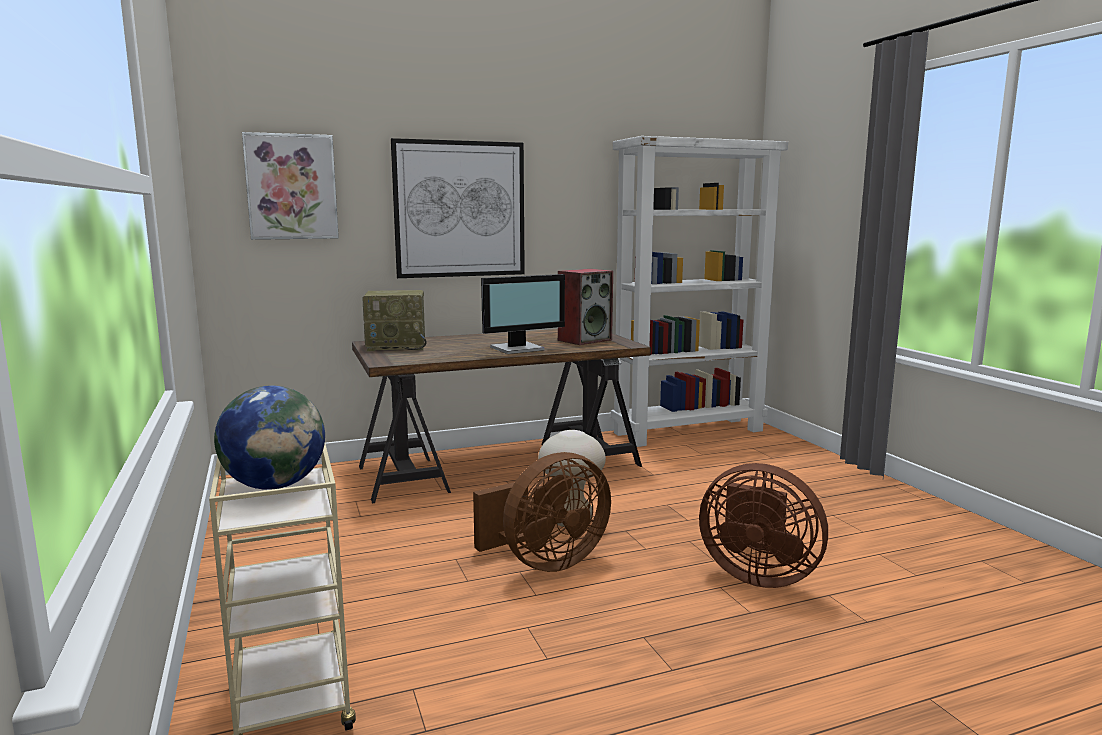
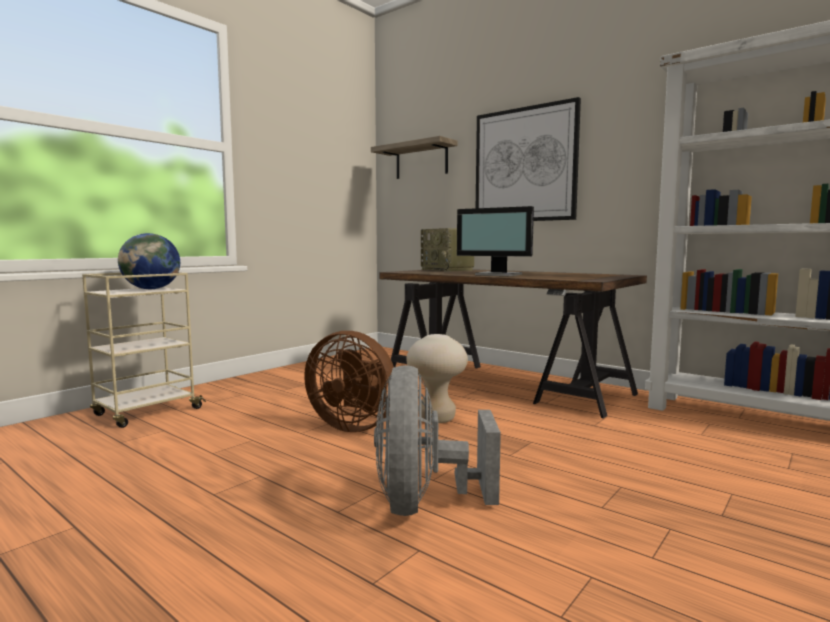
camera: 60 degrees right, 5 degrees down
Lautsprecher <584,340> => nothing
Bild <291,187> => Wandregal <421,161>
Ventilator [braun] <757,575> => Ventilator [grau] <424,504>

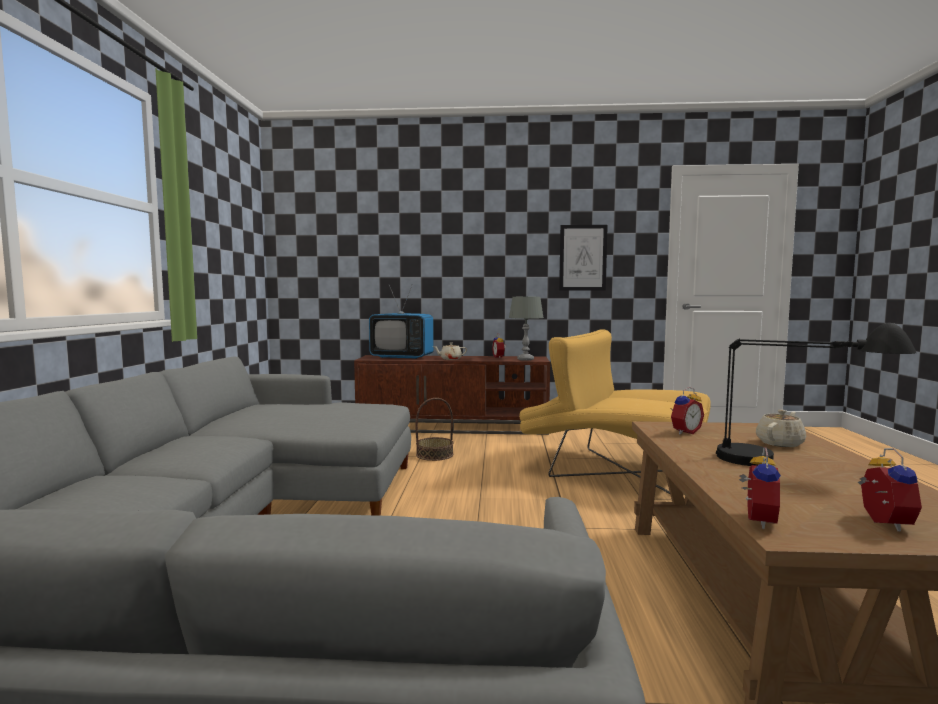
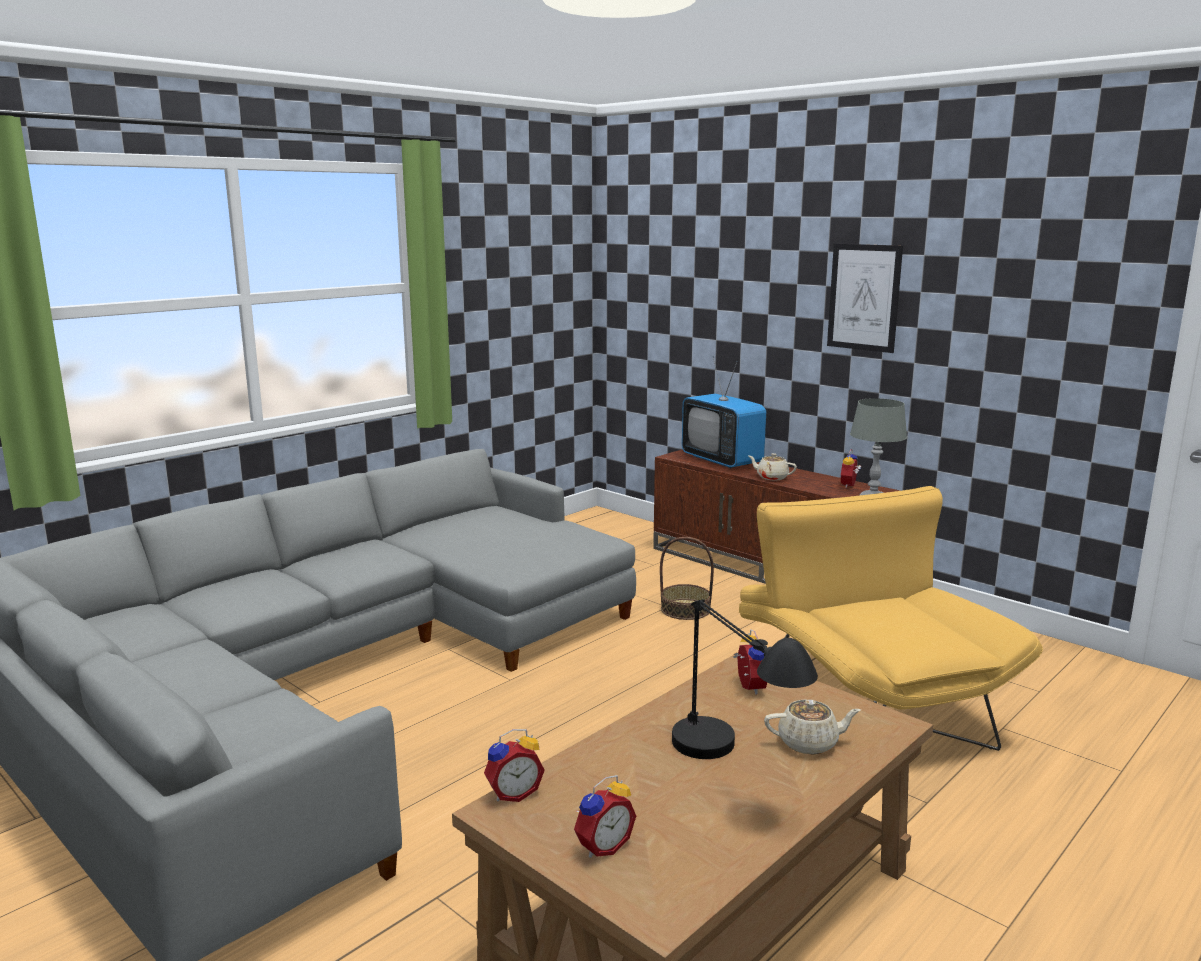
camera: 40 degrees right, 10 degrees up
Bild <583,257> => Bild <864,297>, relocated
Wecker <684,432> => Wecker <748,687>, 105 degrees counterclockwise

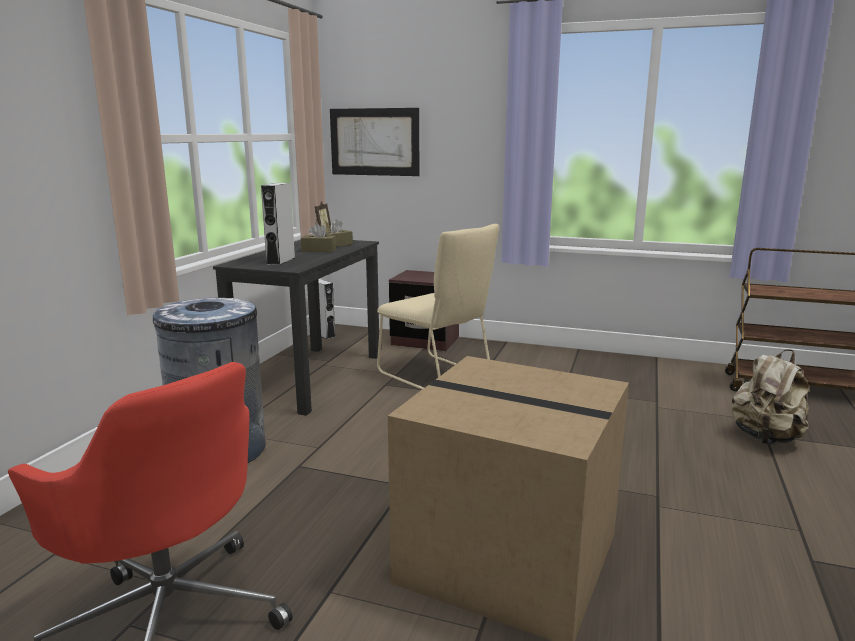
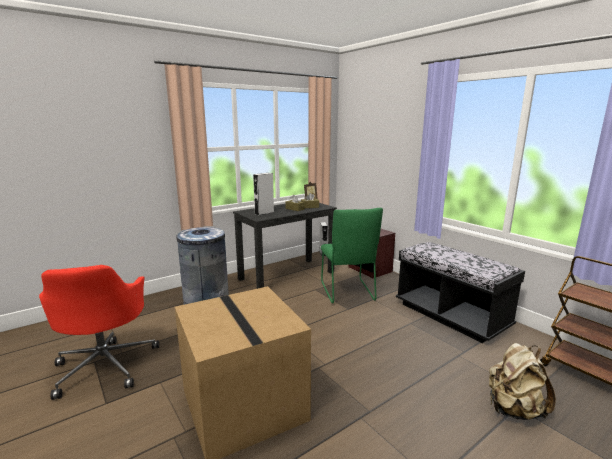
camera: 35 degrees right, 0 degrees up
Bild <374,142> => nothing
nothing => Bank [schwarz] <450,315>
Stuhl [beige] <437,376> => Stuhl [grün] <348,292>

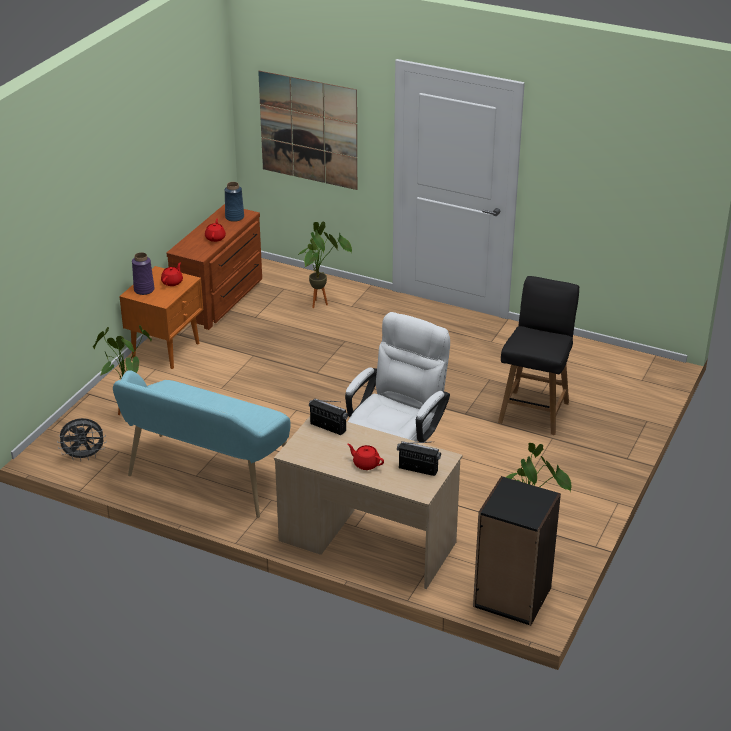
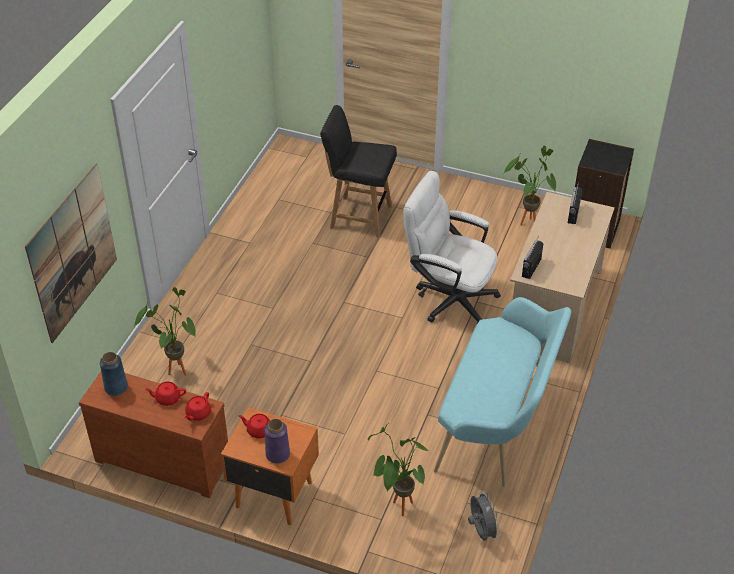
camera: 95 degrees left, 10 degrees up
Teekanne [rot] <366,464> => Teekanne [rot] <198,413>, relocated

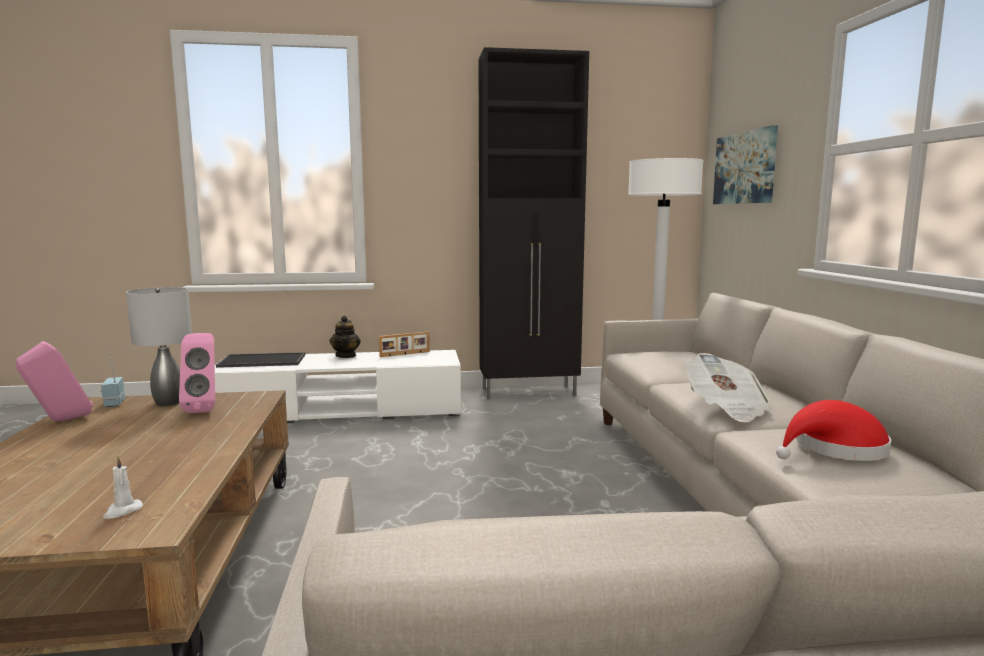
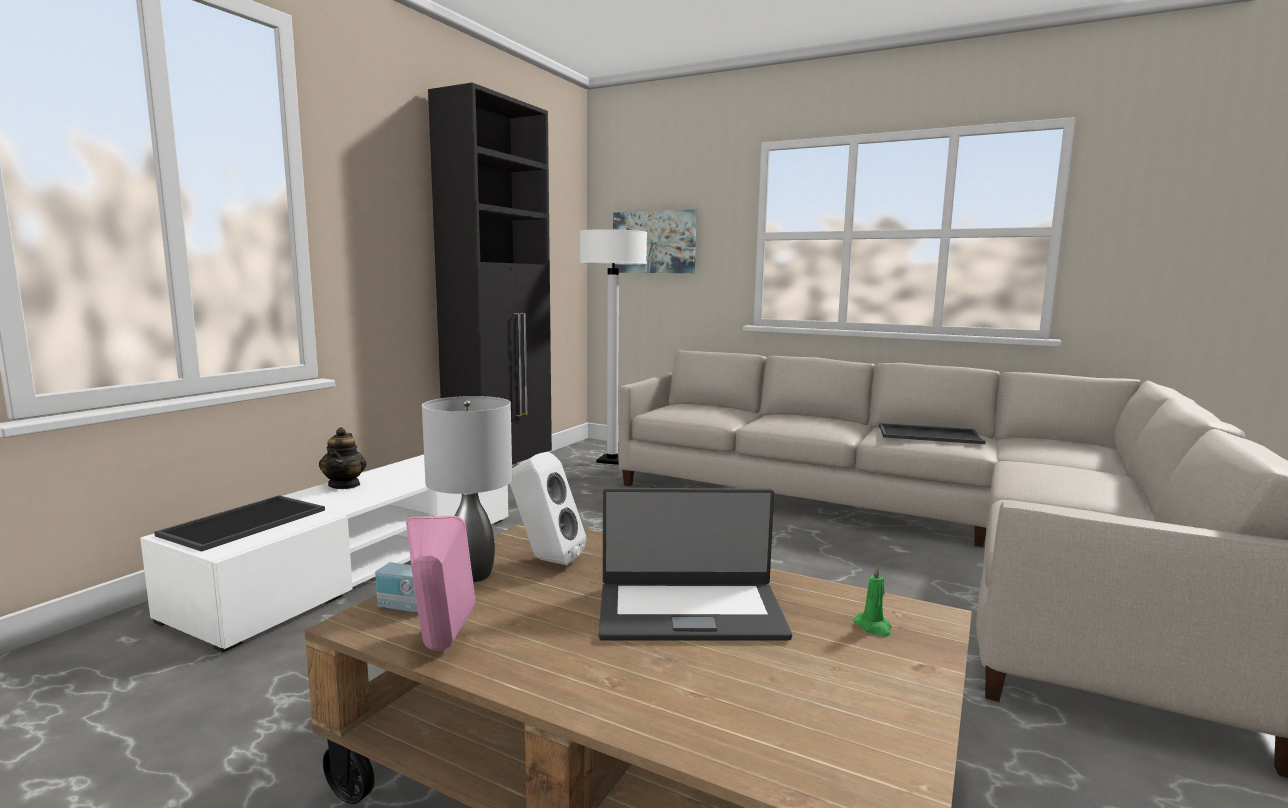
camera: 55 degrees left, 0 degrees up
Bilderrahmen <405,354> => nothing
Zeitung <726,409> => nothing
nothing => Laptop <690,611>
Hut [rot] <835,449> => Tablett <930,434>
Kerze [weiß] <122,511> => Kerze [grün] <873,627>
Lautsprecher [rosa] <204,409> => Lautsprecher [weiß] <545,560>
Teekanne <346,356> => Teekanne <345,485>, 45 degrees clockwise

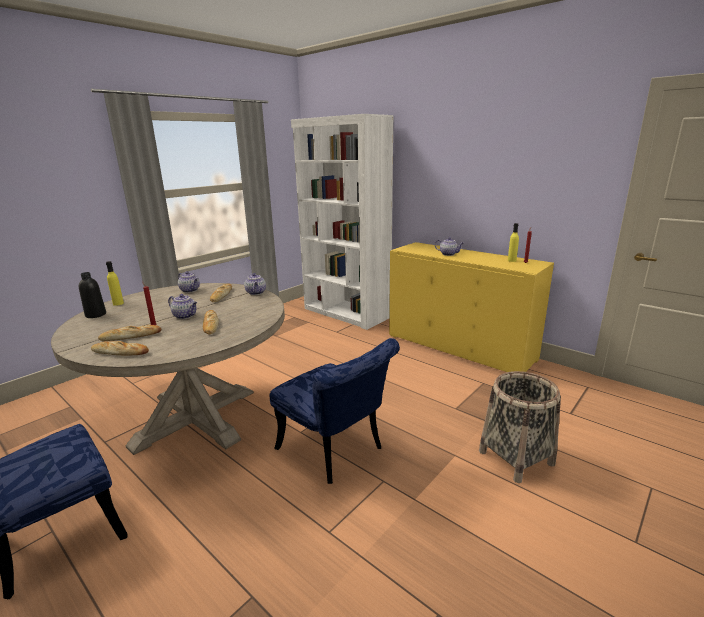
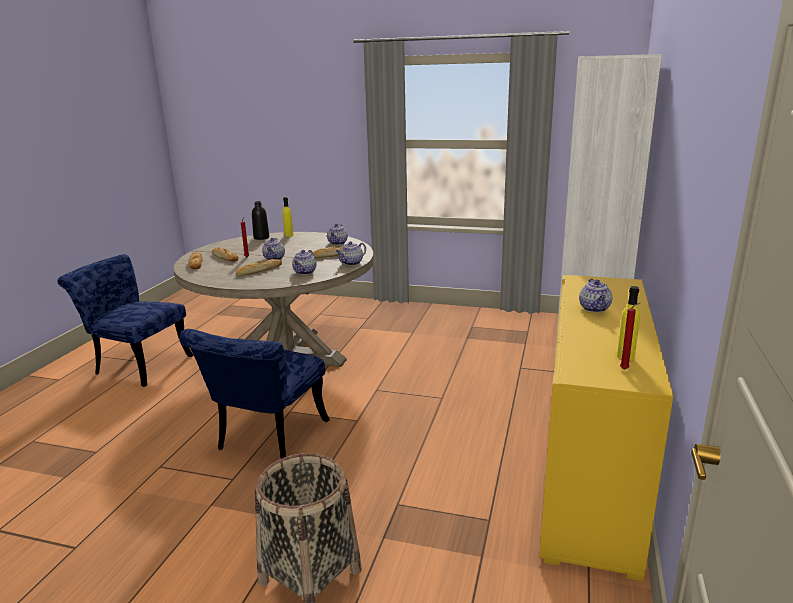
camera: 65 degrees right, 0 degrees up
nothing => Teekanne <305,272>

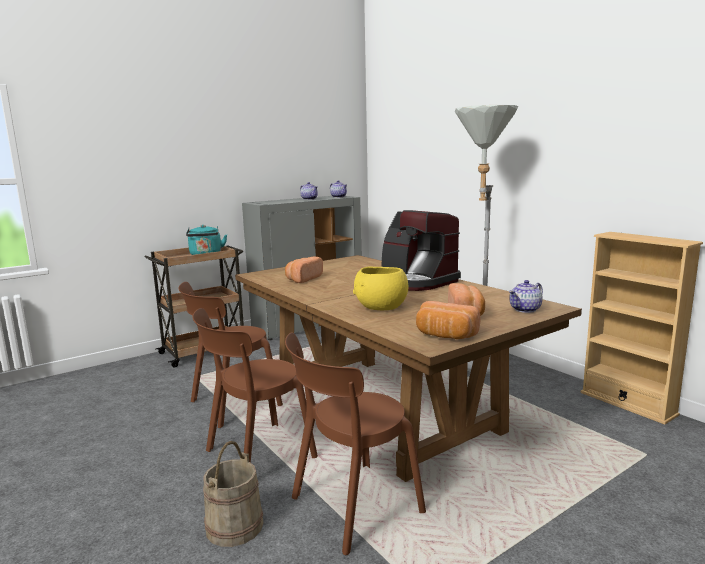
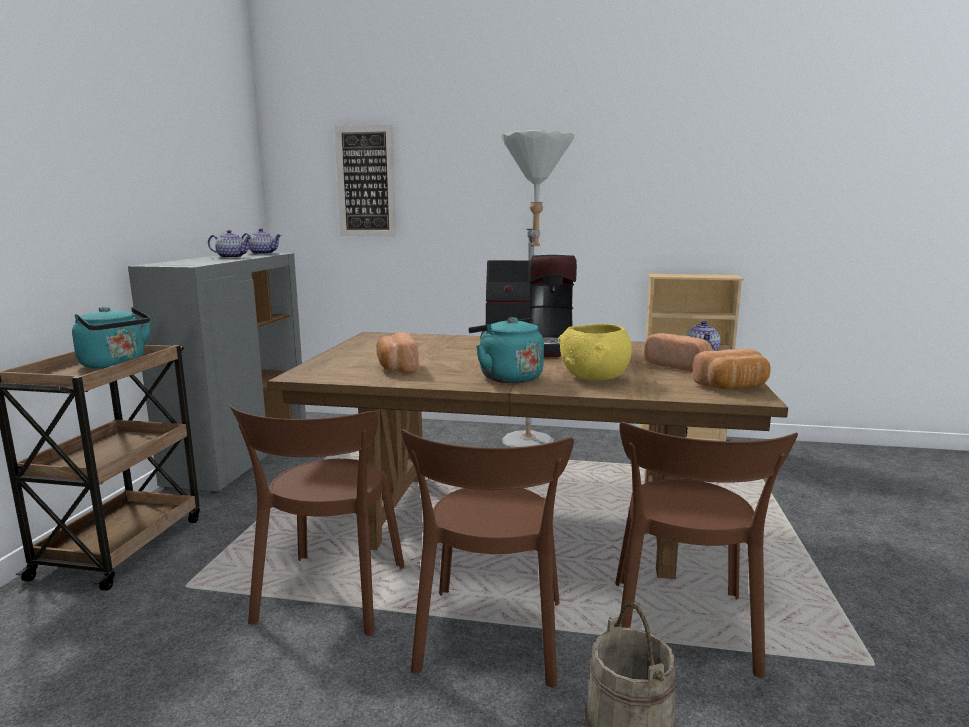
camera: 45 degrees left, 0 degrees up
nothing => Bild <366,181>
nothing => Wasserkessel [türkis] <507,377>

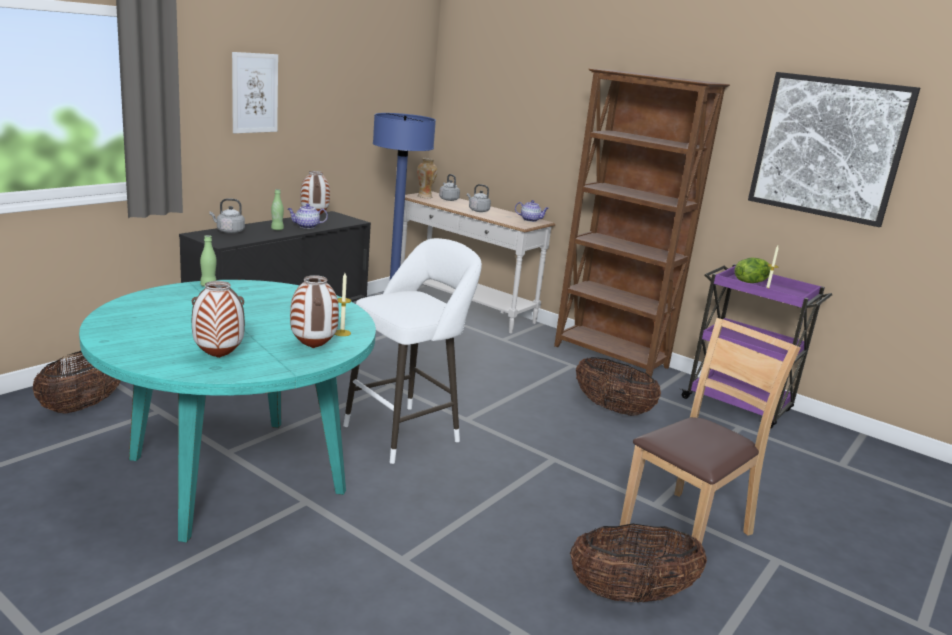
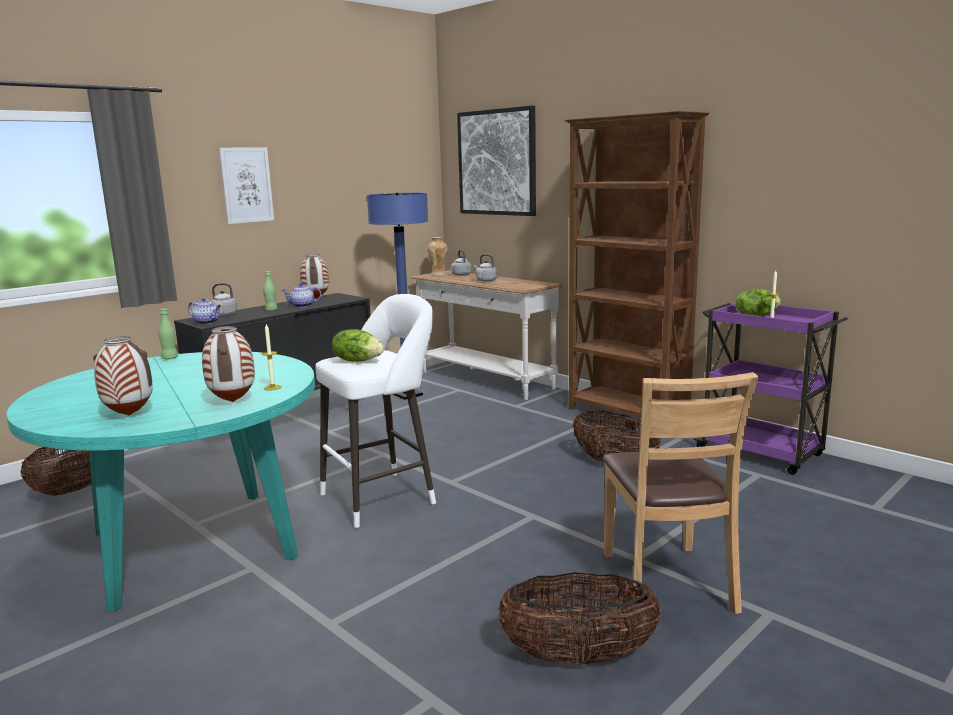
camera: 10 degrees right, 5 degrees down
nothing => Salatkopf <358,360>
Teekanne <530,220> => Teekanne <207,322>, relocated
Bild <828,147> => Bild <497,162>, relocated
Stuhl [braun] <686,529> => Stuhl [braun] <666,583>, 120 degrees clockwise

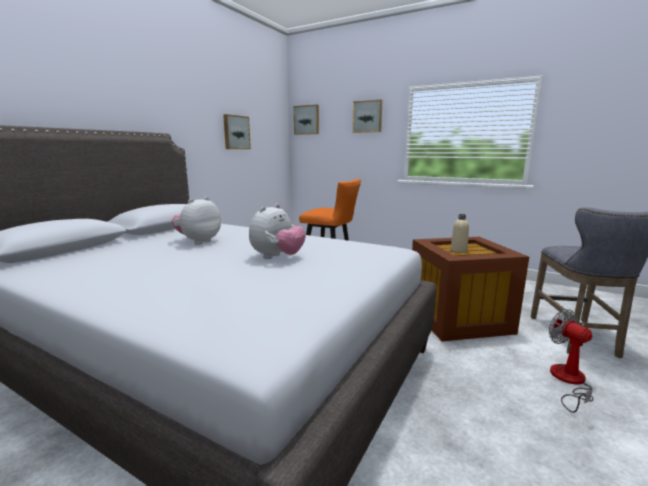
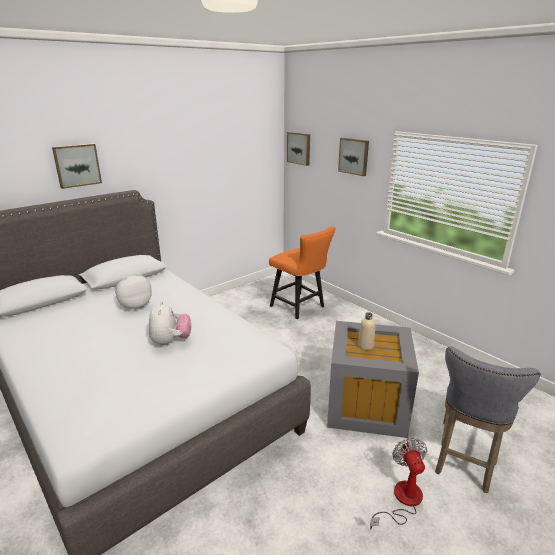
camera: 20 degrees right, 10 degrees up
Bild <236,132> => Bild <77,165>, relocated
Aufbewahrungsbox [braun] <456,318> => Aufbewahrungsbox [grau] <365,404>
Plüschtier <277,257> => Plüschtier <171,342>, 60 degrees counterclockwise

